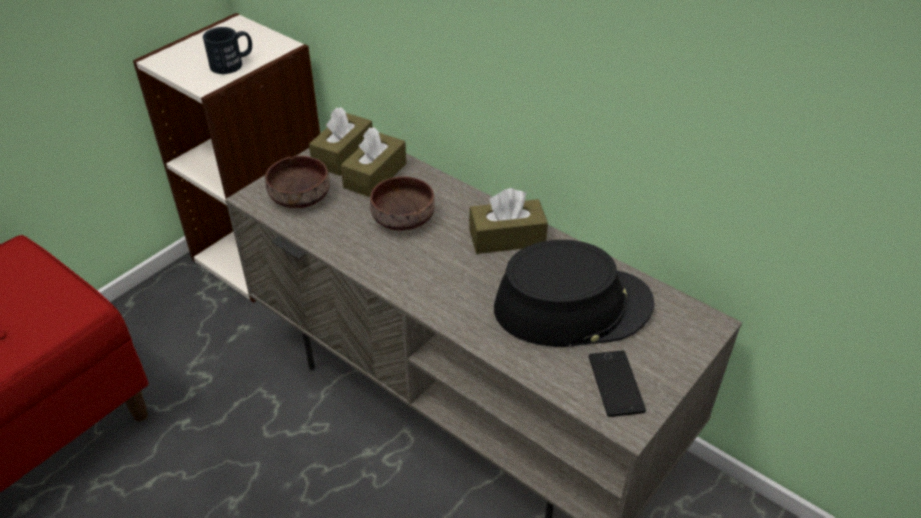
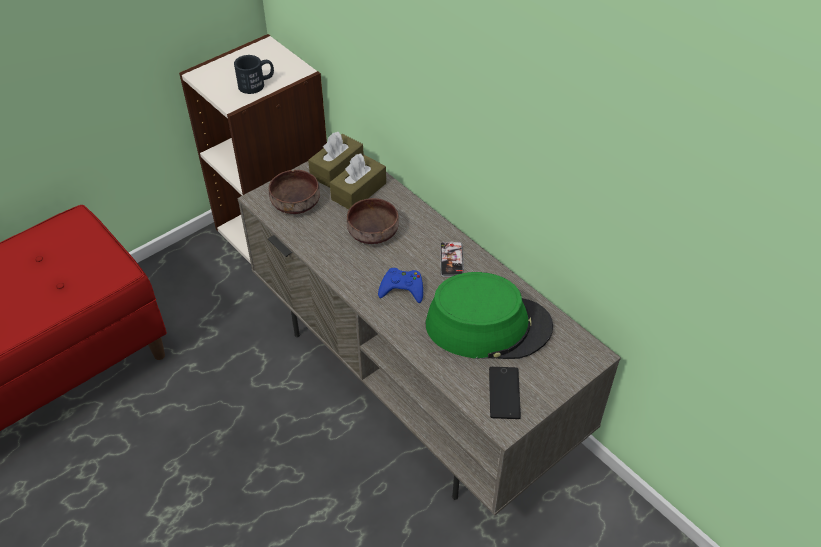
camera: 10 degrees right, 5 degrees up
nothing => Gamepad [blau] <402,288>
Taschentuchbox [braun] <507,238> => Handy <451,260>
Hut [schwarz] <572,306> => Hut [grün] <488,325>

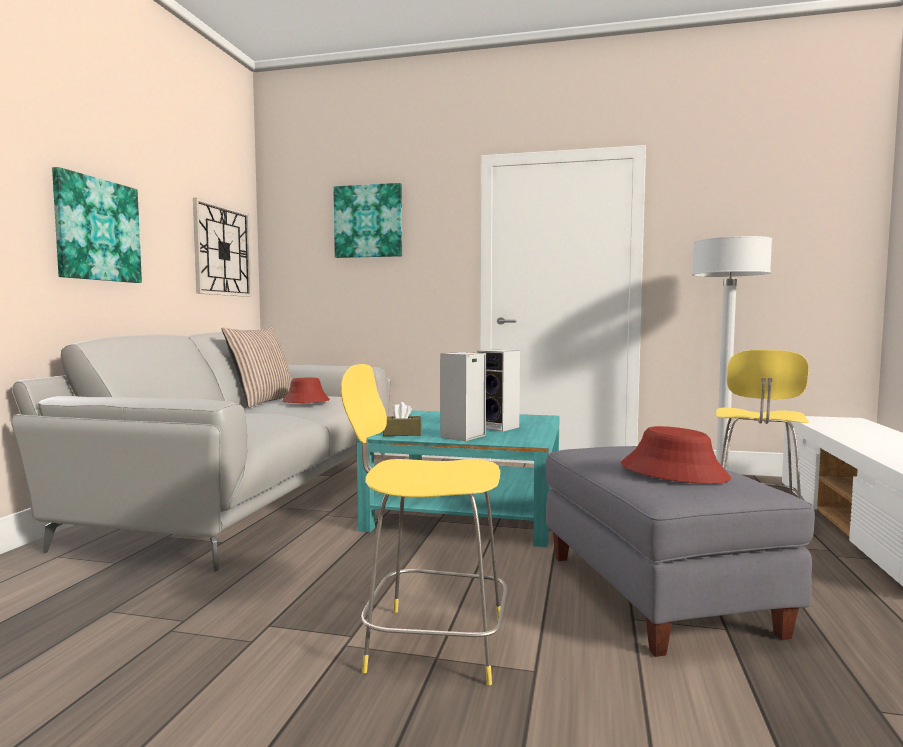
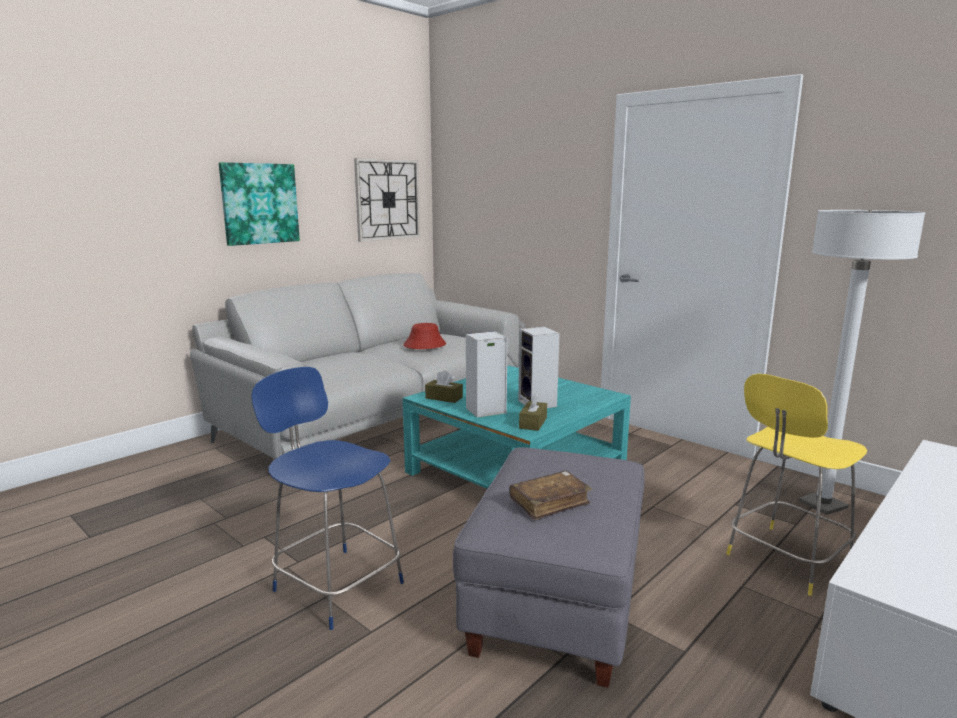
camera: 30 degrees right, 10 degrees up
Kissen <262,401> => nothing
Bild <368,221> => nothing
nothing => Taschentuchbox [braun] <533,423>
Hut [rot] <674,472> => Buch [braun] <549,502>
Hocker [gelb] <430,643> => Hocker [blau] <335,584>

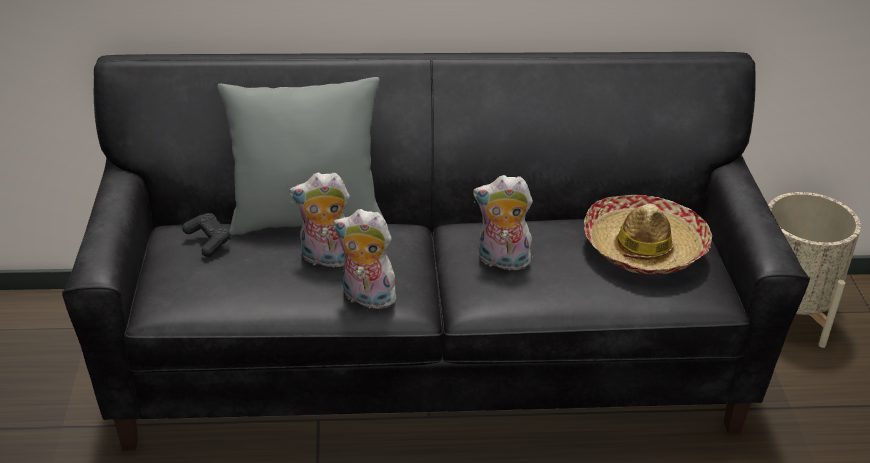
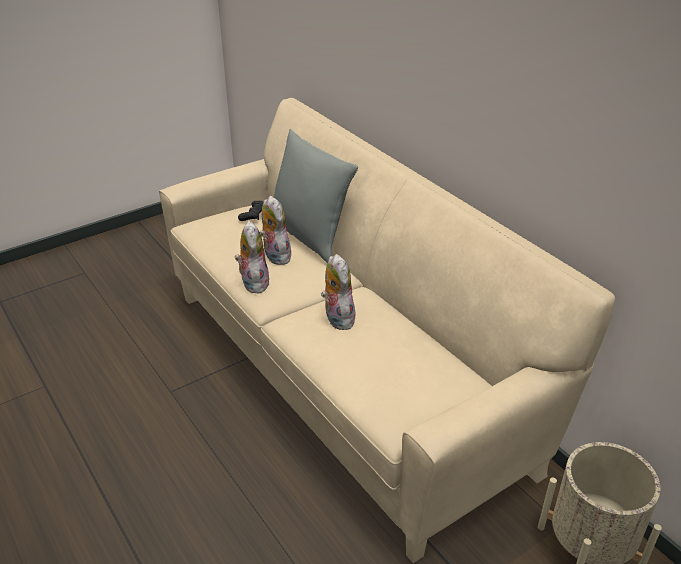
camera: 60 degrees right, 0 degrees up
Hut <644,247> => nothing
Sofa [schwarz] <429,363> => Sofa [beige] <341,375>

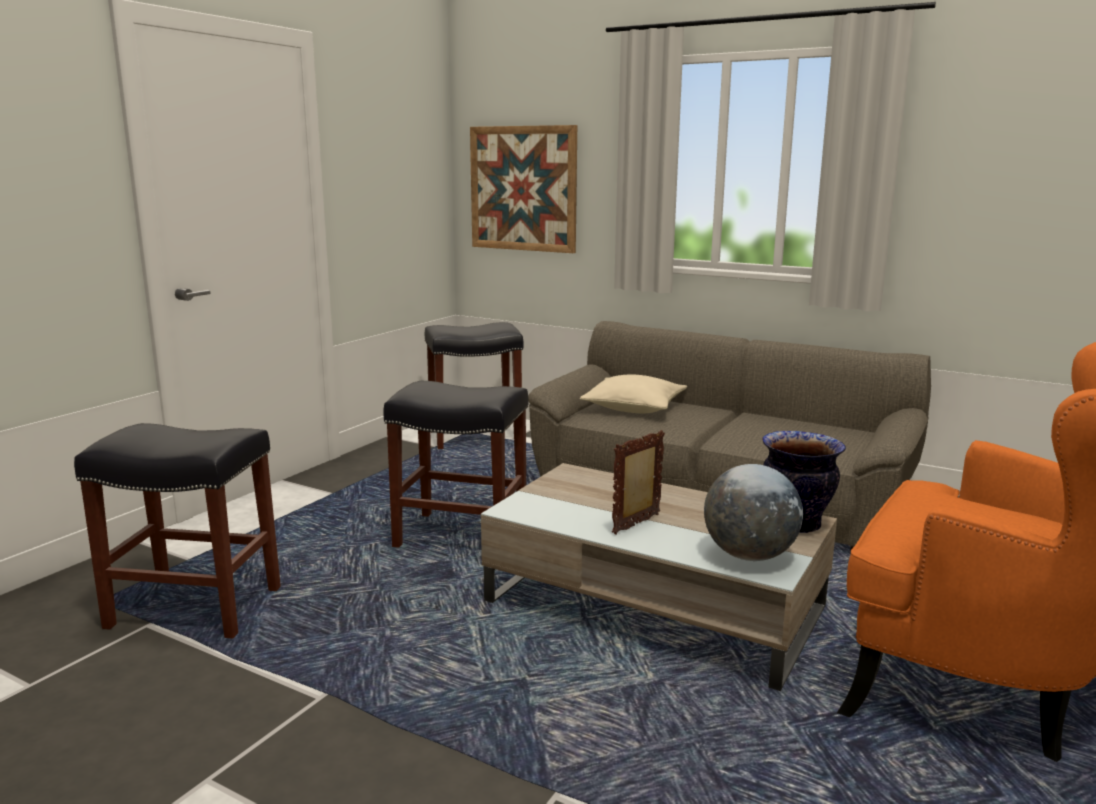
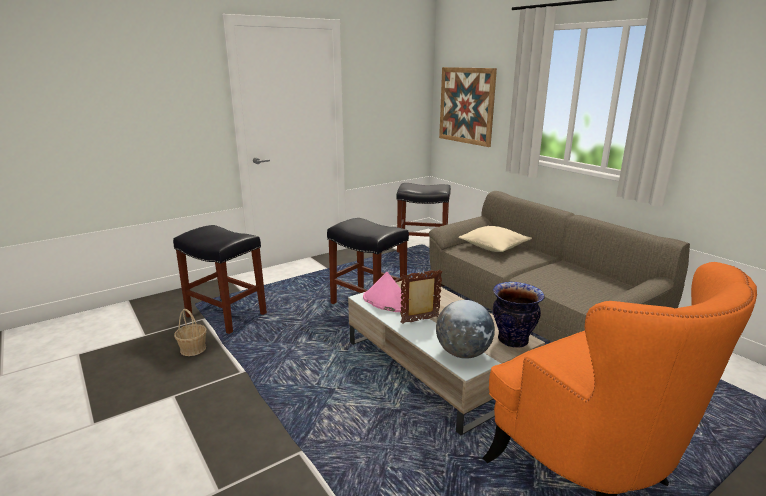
camera: 25 degrees right, 5 degrees up
nothing => Korb <193,349>
nothing => Hut [rosa] <387,302>

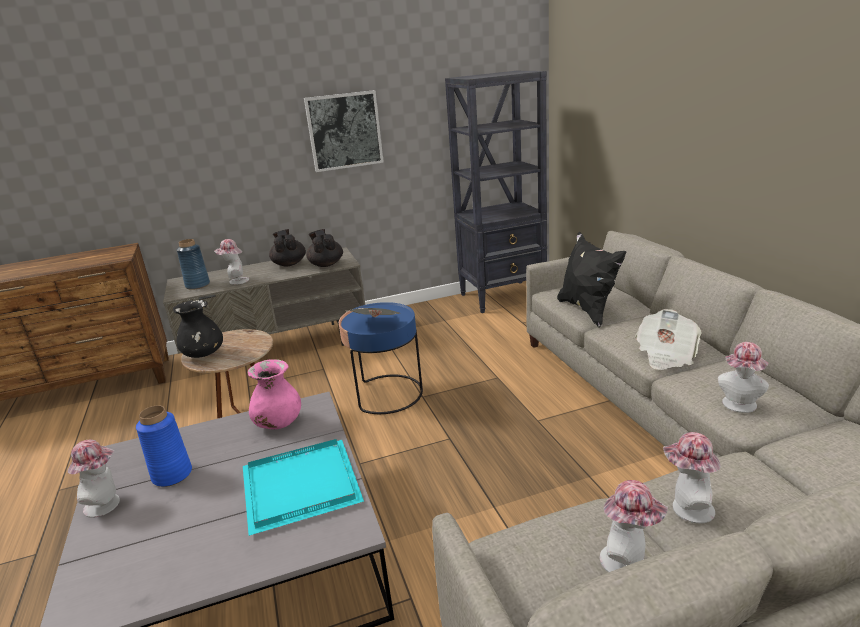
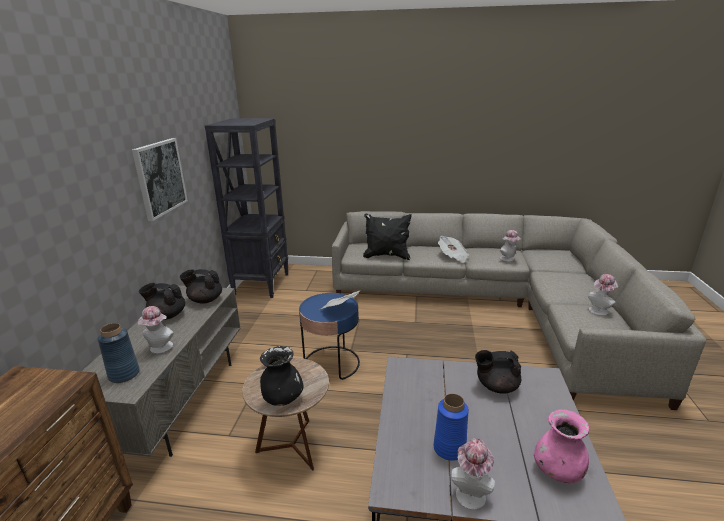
camera: 65 degrees left, 0 degrees up
Hut <687,509> => nothing
Vase [rosa] <278,423> => Vase [rosa] <557,470>, relocated
Tablett [türkis] <302,485> => Teekanne [schwarz] <496,386>

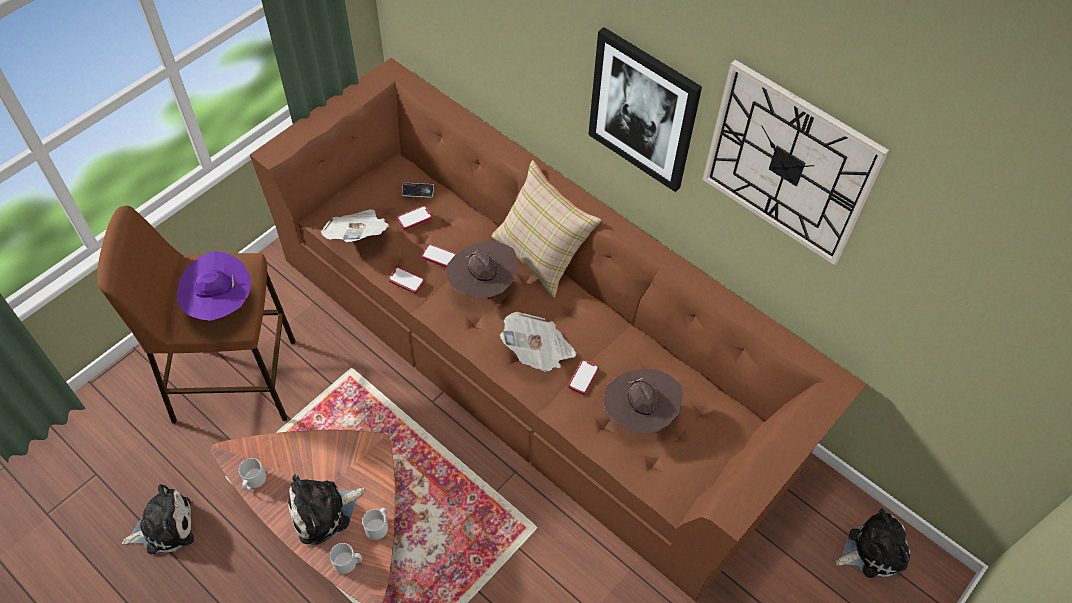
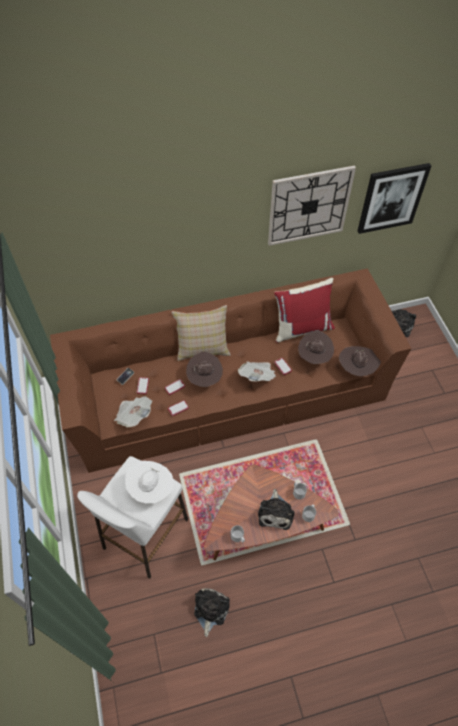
camera: 55 degrees left, 0 degrees up
nothing => Kissen [rot] <302,328>
nothing => Hut [braun] <356,368>
Bild <643,110> => Bild <391,198>, relocated
Hocker [braun] <234,380> => Hocker [weiß] <145,534>
Hut [lila] <220,304> => Hut [weiß] <151,489>

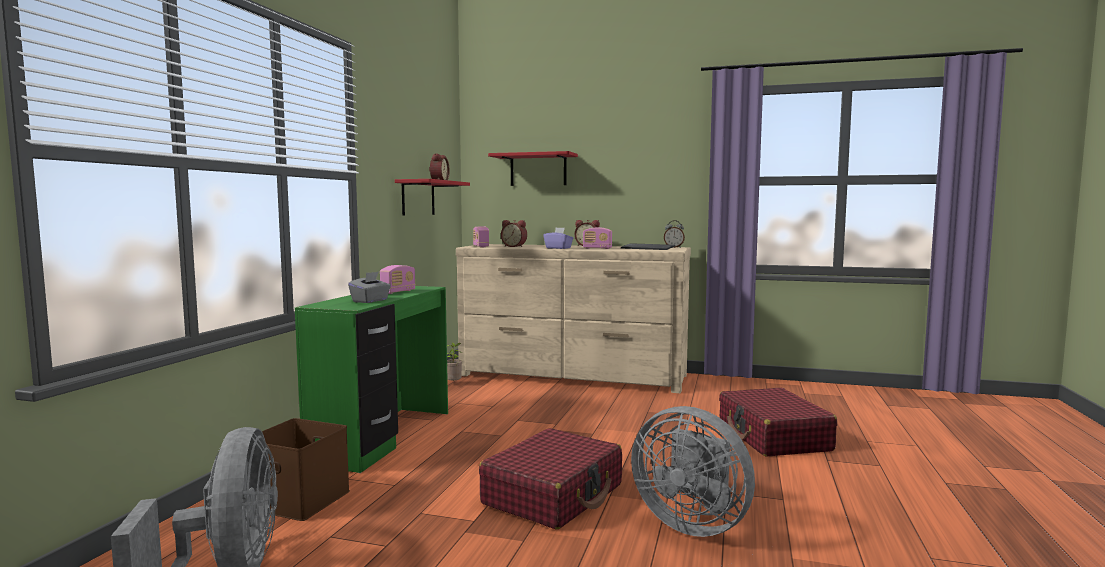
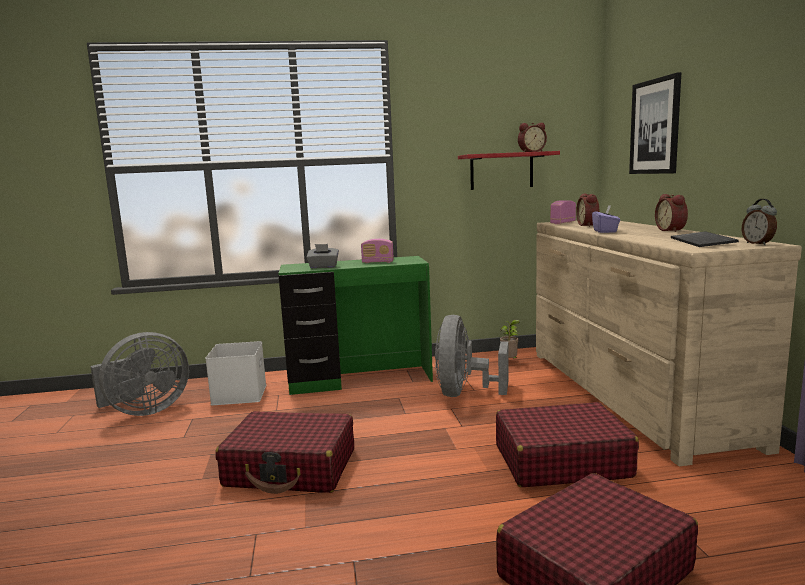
camera: 65 degrees right, 5 degrees up
Radio <597,248> => nothing
nothing => Koffer [rot] <561,461>
Ventilator [grau] <691,523> => Ventilator [grau] <464,393>, relocated
Wandregal [rot] <538,170> => Bild <655,127>
Aufbewahrungsbox [braun] <297,500> => Aufbewahrungsbox [weiß] <238,394>

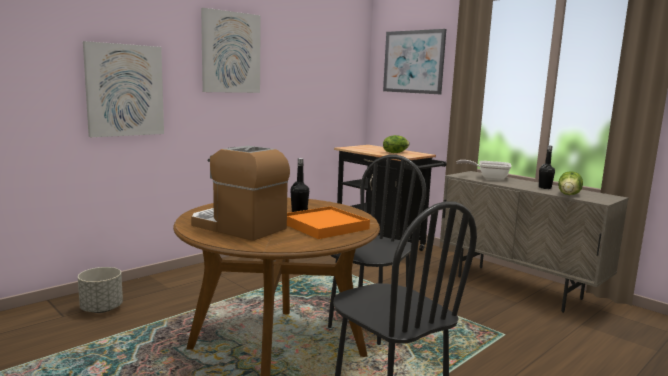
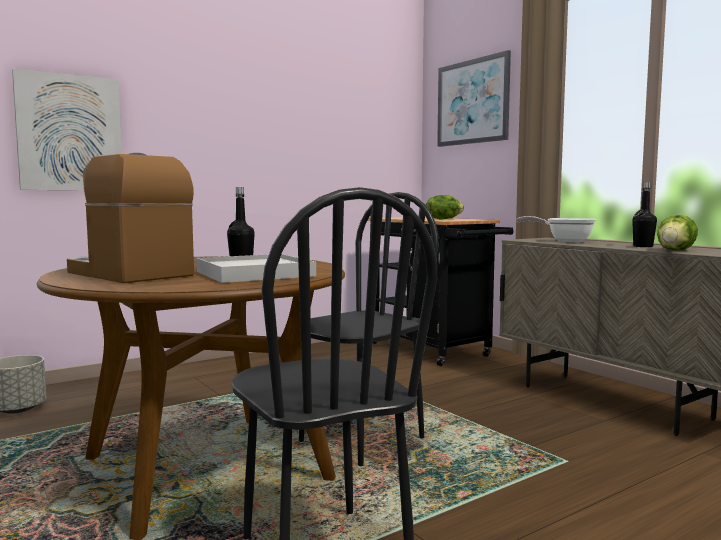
camera: 10 degrees right, 5 degrees down
Bild <230,52> => nothing
Tablett [orange] <324,226> => Tablett [weiß] <254,274>

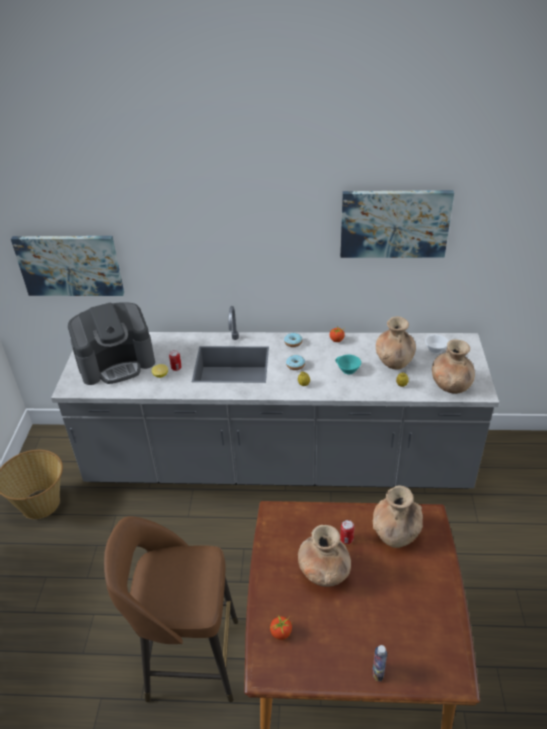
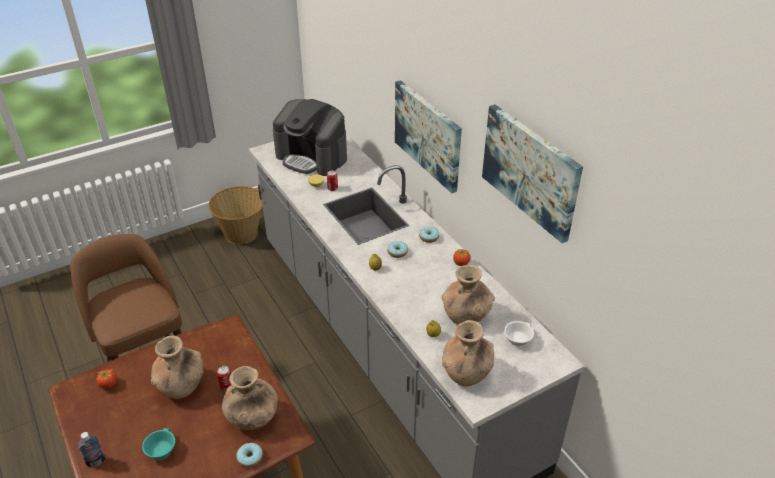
camera: 55 degrees right, 0 degrees up
nothing => Donut <250,458>
Bild <70,265> => Bild <428,134>, relocated
Tasse [türkis] <347,370> => Tasse [türkis] <160,450>, relocated

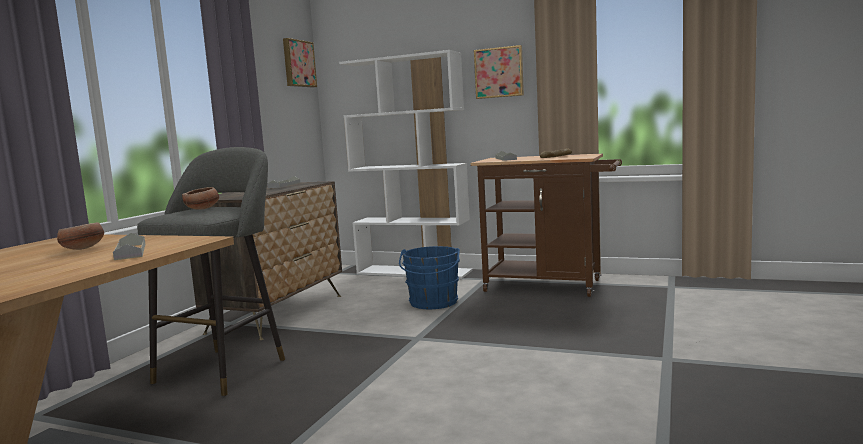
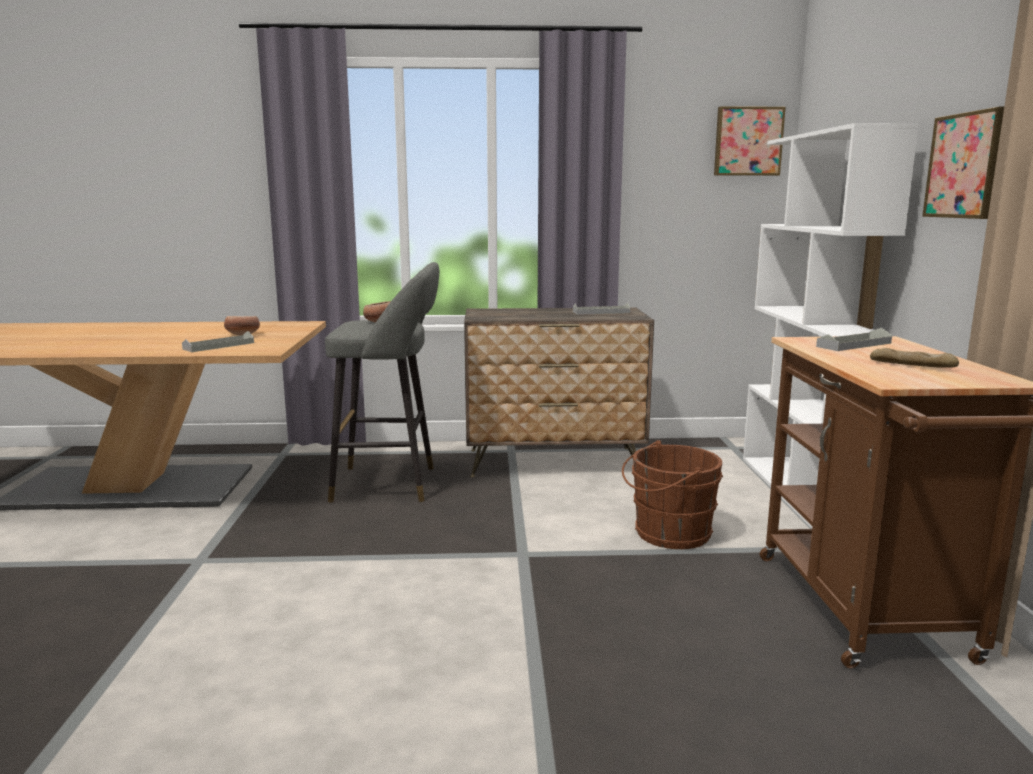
camera: 65 degrees right, 5 degrees up
Eimer [blau] <433,303> => Eimer [braun] <668,534>

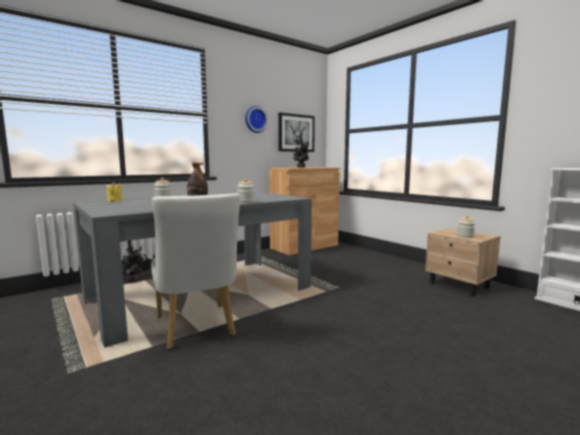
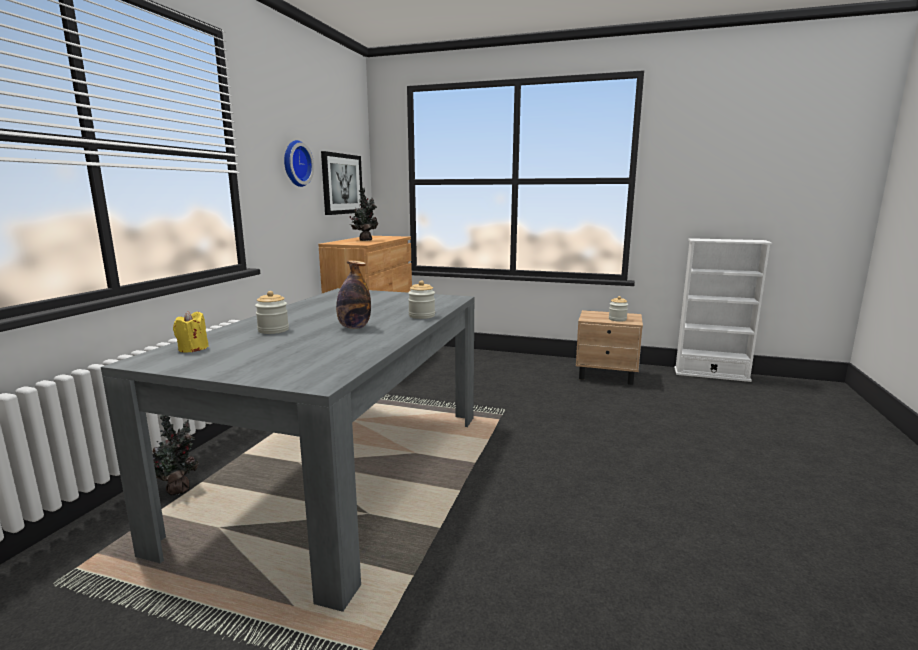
camera: 35 degrees left, 5 degrees up
Stuhl [weiß] <197,329> => nothing

